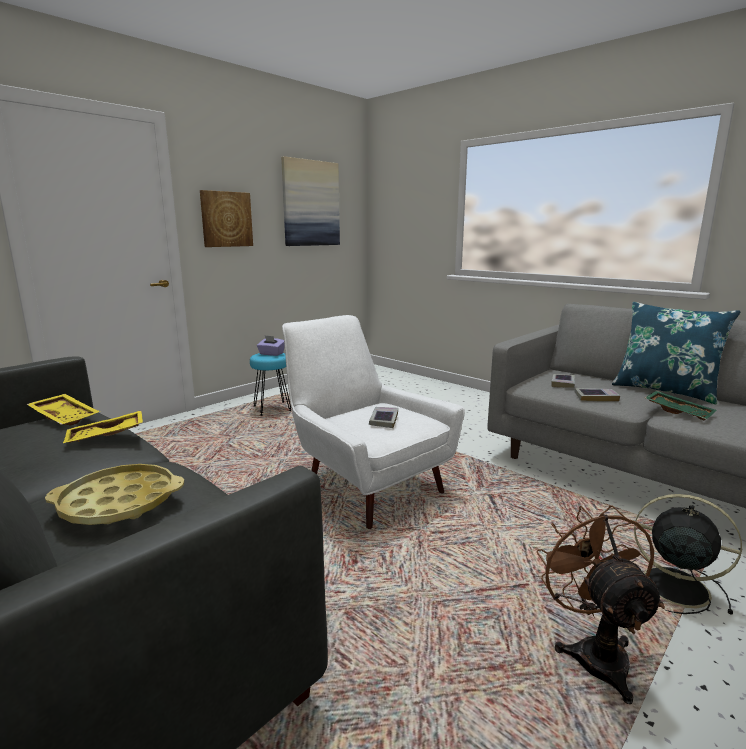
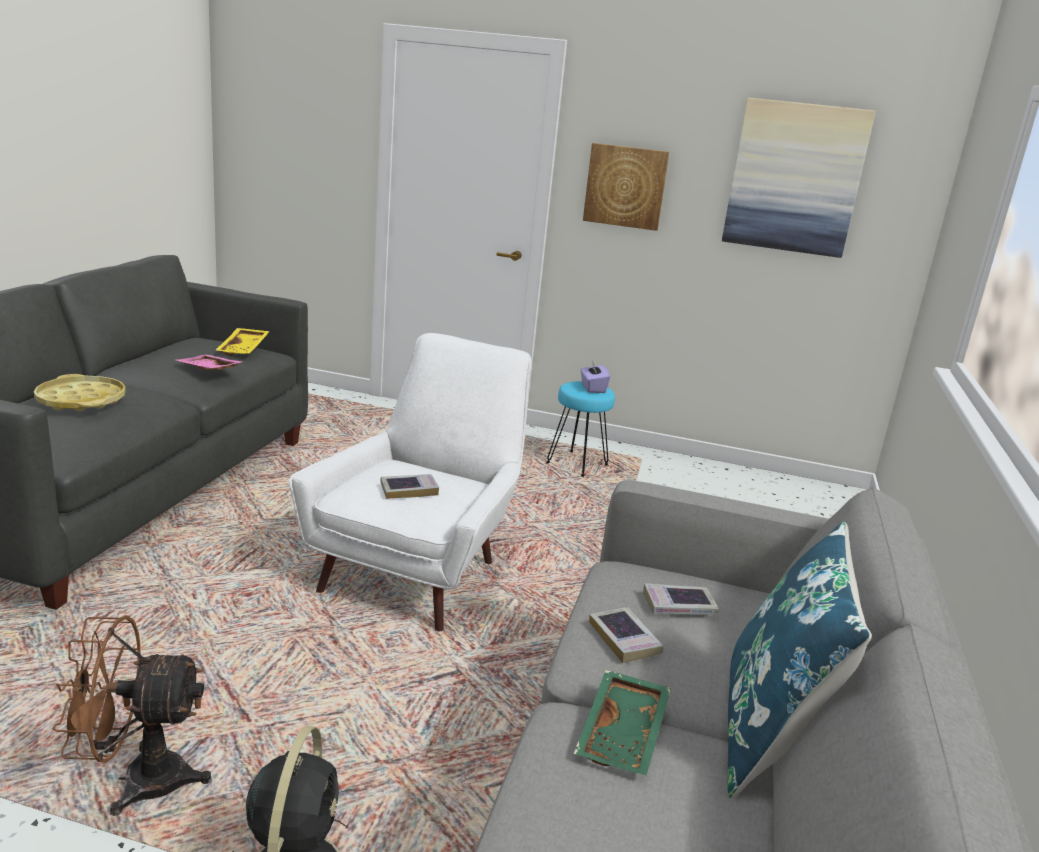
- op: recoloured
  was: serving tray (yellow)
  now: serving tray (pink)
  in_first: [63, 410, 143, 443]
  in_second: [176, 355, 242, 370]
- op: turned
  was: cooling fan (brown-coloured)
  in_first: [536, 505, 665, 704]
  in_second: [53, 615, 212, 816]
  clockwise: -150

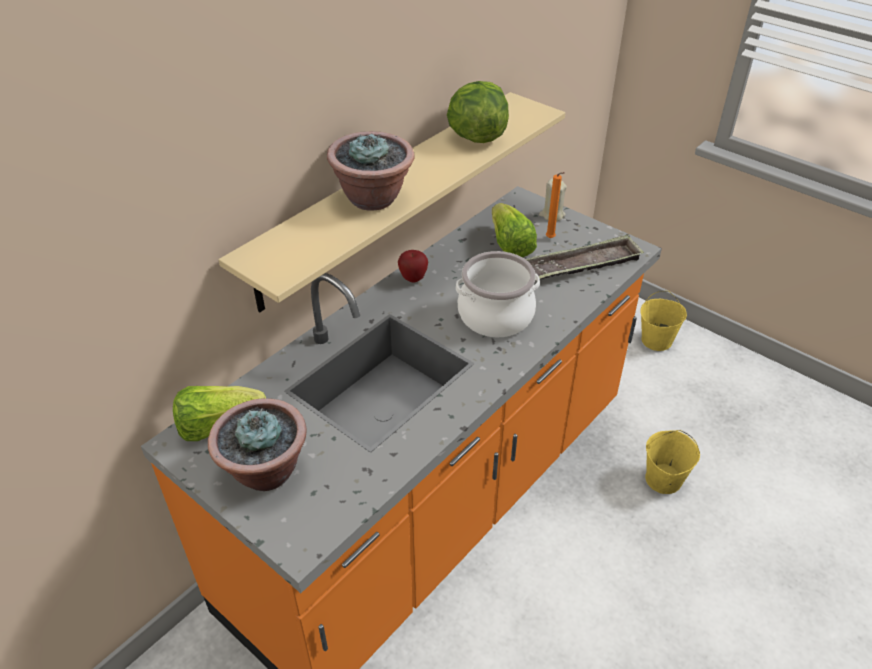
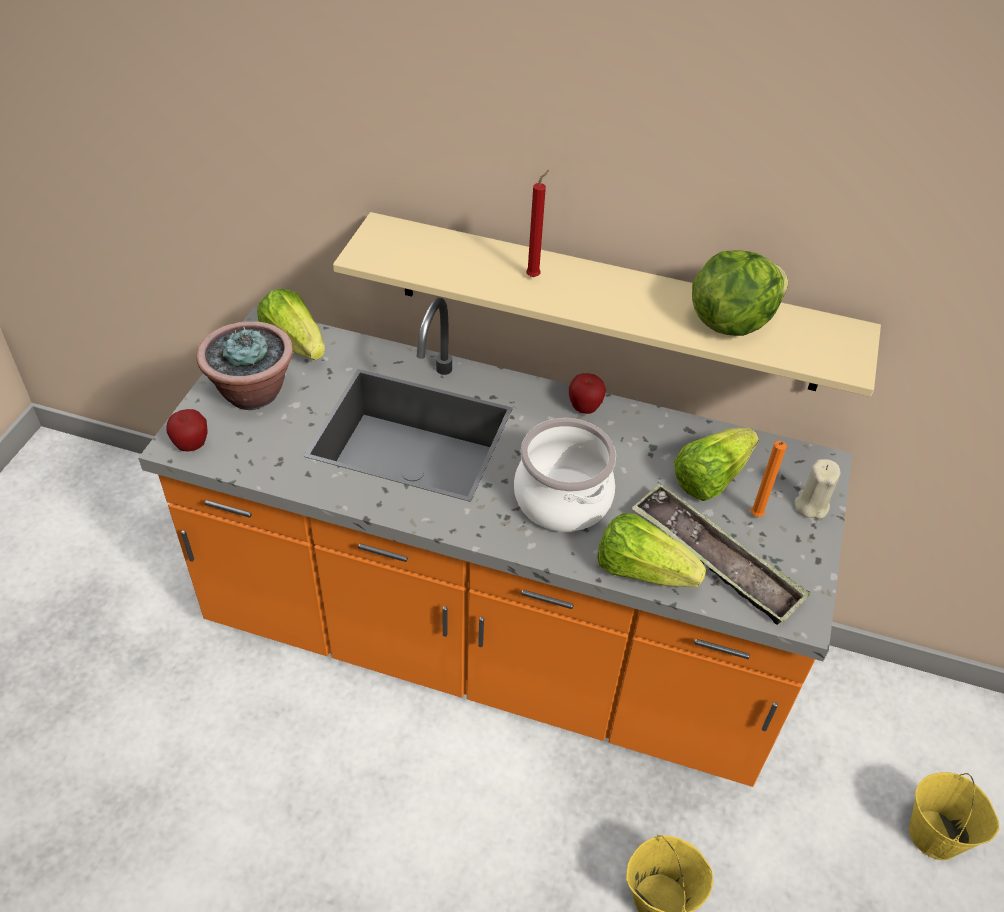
- op: replaced
  was: houseplant
  now: wax light (red-coloured)
  in_first: [327, 131, 415, 211]
  in_second: [526, 170, 549, 277]
- op: added
  now: whole apple
  in_second: [166, 409, 208, 451]
- op: added
  now: head of lettuce
  in_second: [597, 513, 706, 587]

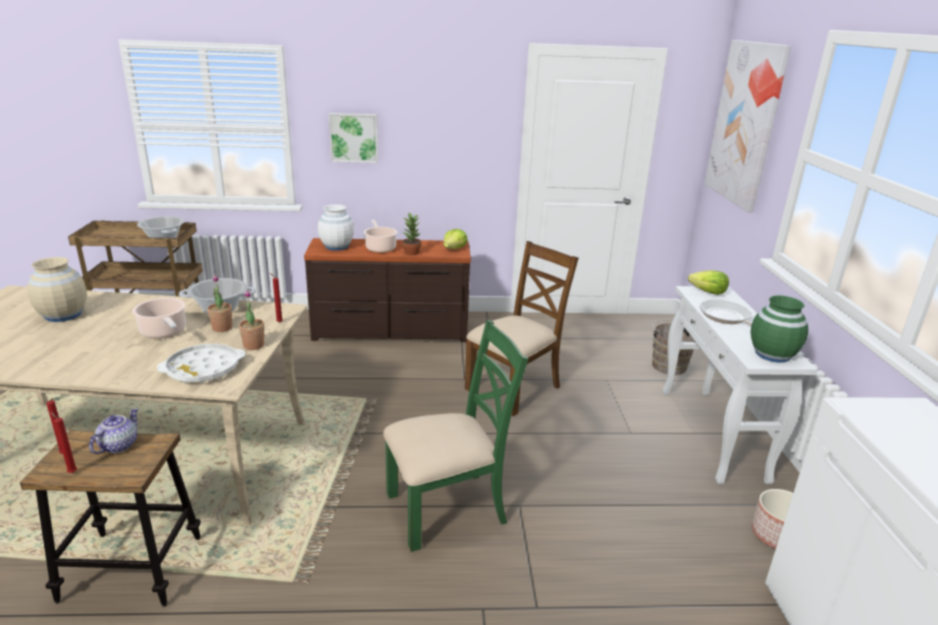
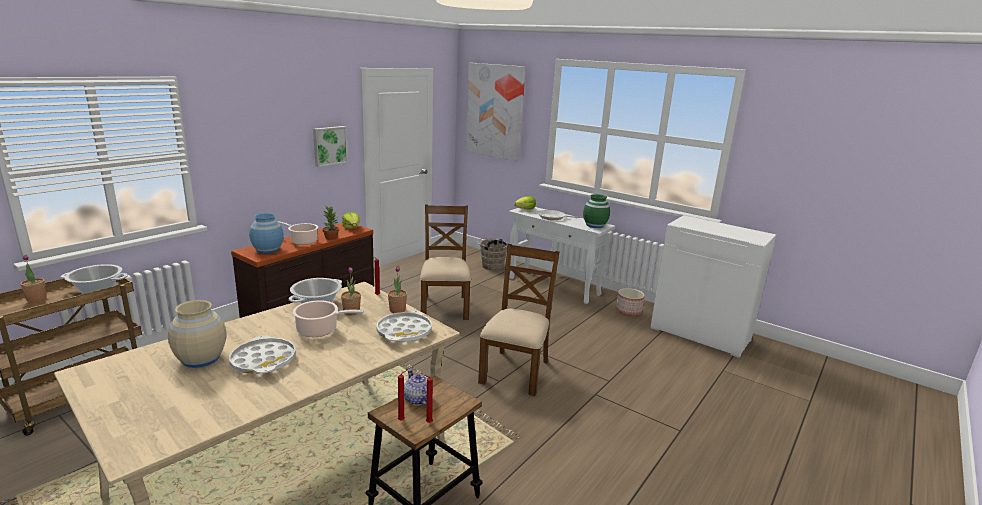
- op: moved
  was: wall art
  in_first: [329, 113, 378, 163]
  in_second: [313, 126, 348, 167]
- op: recoloured
  was: flower vase (whitish)
  now: flower vase (bluish)
  in_first: [318, 204, 354, 251]
  in_second: [249, 213, 284, 254]
- op: recoloured
  was: plain chair (greenish)
  now: plain chair (brown-coloured)
  in_first: [383, 320, 528, 552]
  in_second: [478, 244, 560, 396]
- op: added
  now: houseplant
  in_second: [20, 255, 47, 302]
- op: added
  now: serving tray (whitish)
  in_second: [229, 336, 296, 374]

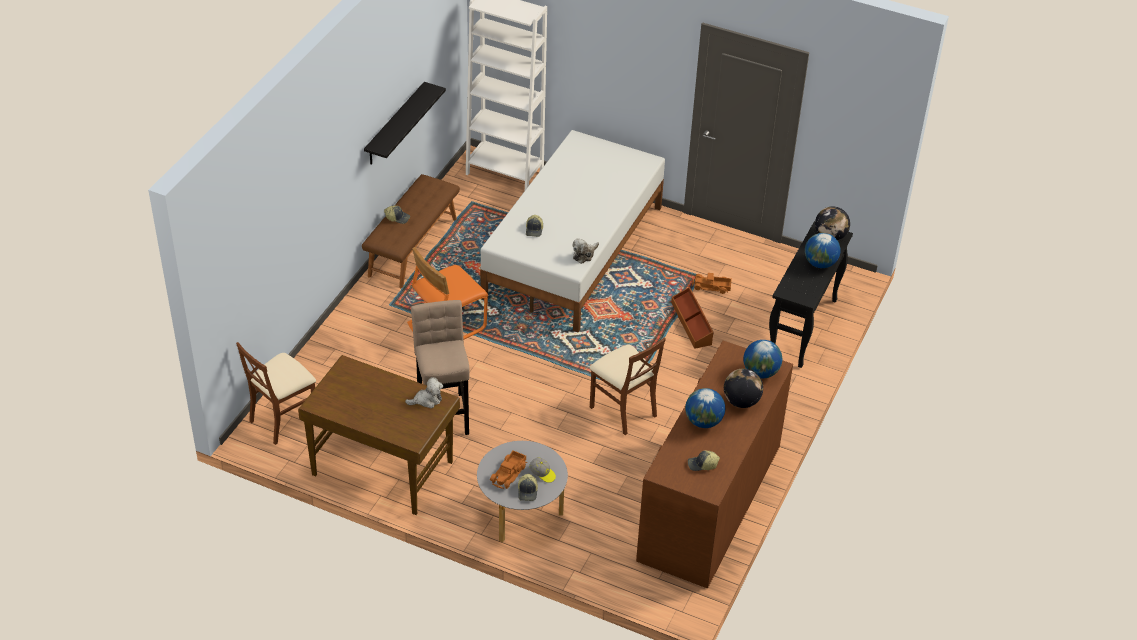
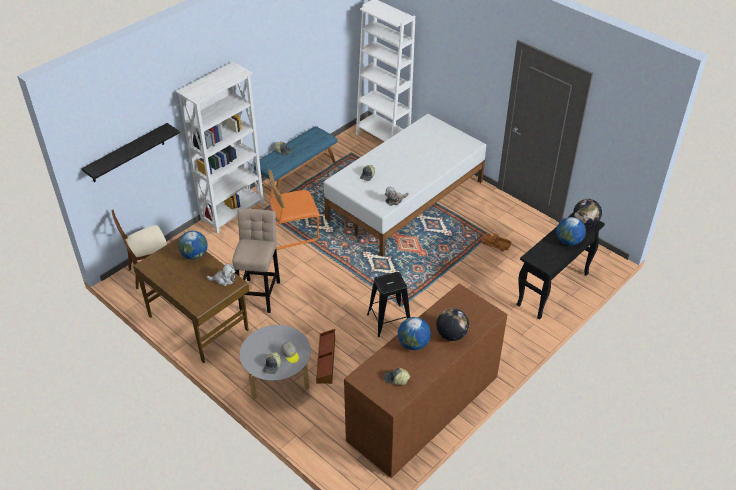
- op: moved
  was: wall shelf (black)
  in_first: [364, 82, 446, 165]
  in_second: [81, 123, 180, 182]
- op: recoloured
  was: long seat (brown-coloured)
  now: long seat (bluish)
  in_first: [362, 174, 460, 288]
  in_second: [254, 126, 337, 193]
- op: moved
  was: storage box (brown-coloured)
  in_first: [671, 287, 714, 349]
  in_second: [316, 329, 335, 384]
- op: replaced
  was: plain chair (brown-coloured)
  now: sitting stool (black)
  in_first: [590, 337, 666, 435]
  in_second: [367, 272, 410, 337]
- op: moved
  was: globe
  in_first: [743, 340, 782, 378]
  in_second: [178, 231, 208, 260]
- op: removed
  was: toy lorry
  in_first: [490, 450, 527, 489]
- op: added
  now: shelving unit (whitish)
  in_second: [176, 62, 264, 234]

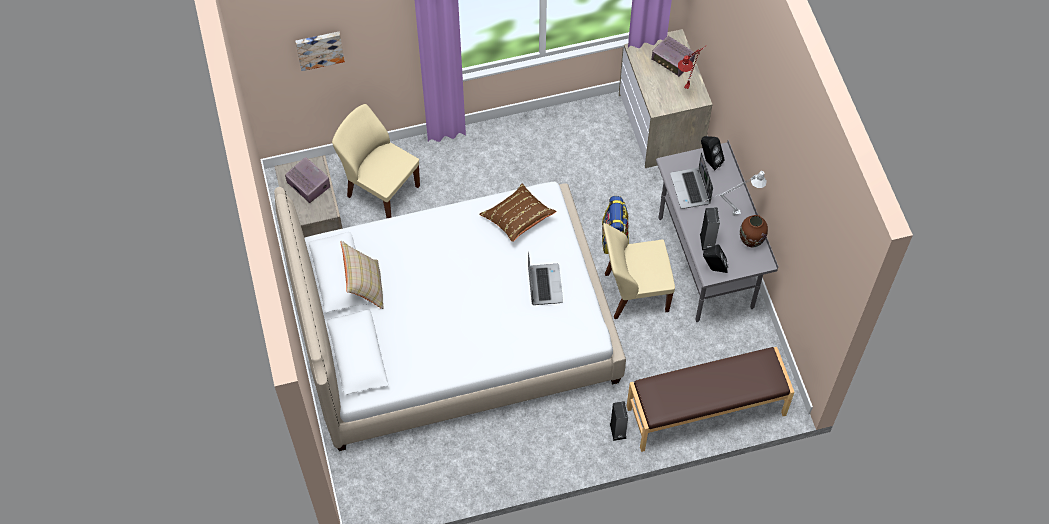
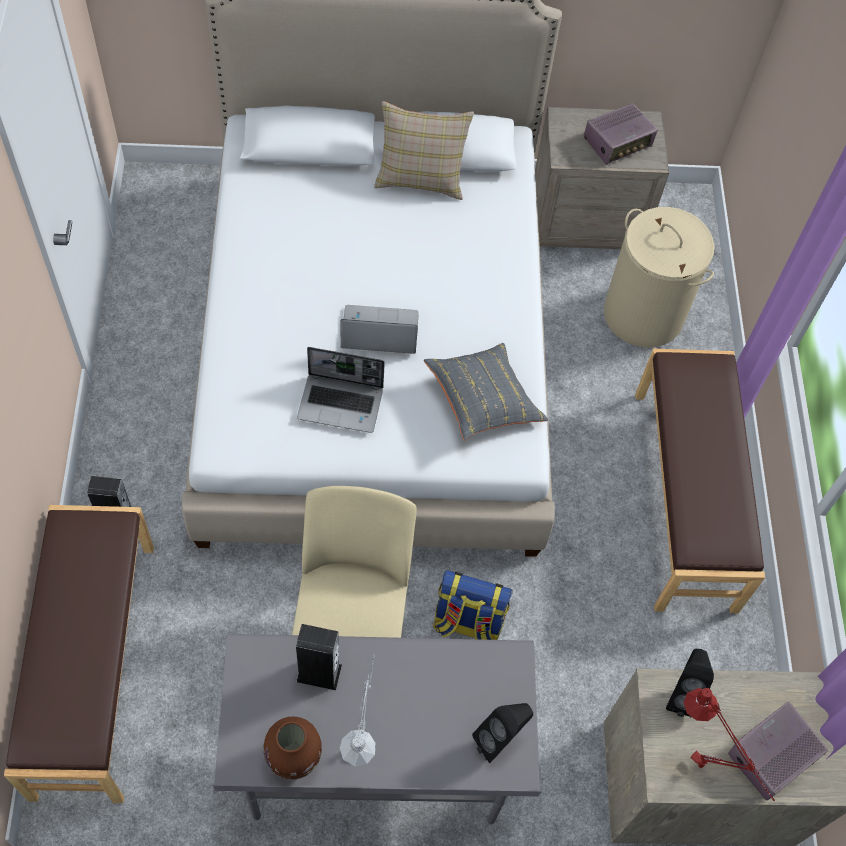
- op: removed
  was: wall art
  in_first: [295, 32, 345, 71]
- op: replaced
  was: plain chair (beige)
  now: washing basket (beige)
  in_first: [332, 104, 420, 218]
  in_second: [604, 207, 715, 347]
- op: moved
  was: portable computer
  in_first: [670, 152, 713, 209]
  in_second: [340, 305, 419, 354]
- op: recoloured
  was: throw pillow (brown-coloured)
  now: throw pillow (greyish)
  in_first: [479, 183, 557, 242]
  in_second: [423, 343, 548, 441]
- op: moved
  was: audio speaker (black)
  in_first: [703, 244, 728, 273]
  in_second: [666, 649, 714, 717]
- op: added
  now: long seat (brown-coloured)
  in_second: [635, 349, 765, 613]

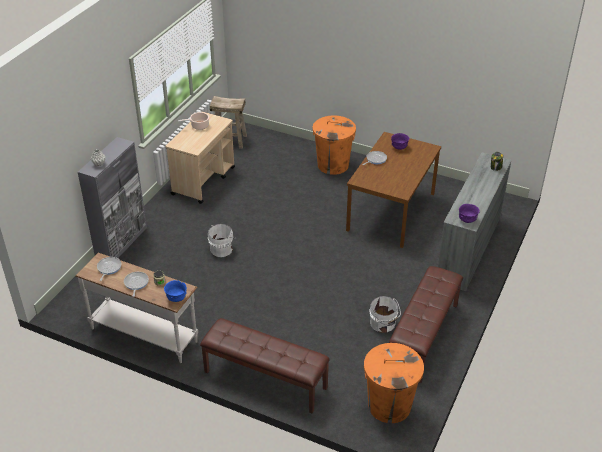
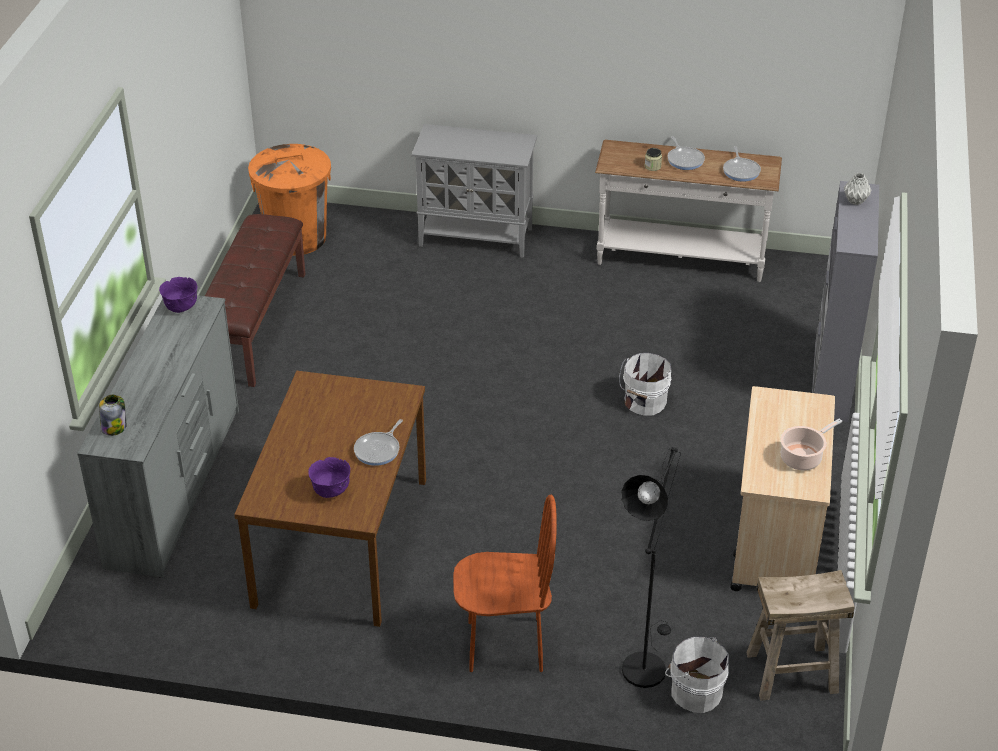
- op: replaced
  was: waste bin (orange-coloured)
  now: plain chair (brown-coloured)
  in_first: [313, 115, 356, 175]
  in_second: [453, 495, 557, 672]
- op: removed
  was: deep dish (bluish)
  in_first: [164, 280, 187, 302]
- op: moved
  was: water bucket (whitish)
  in_first: [369, 296, 401, 333]
  in_second: [665, 637, 729, 713]
- op: replaced
  was: long seat (brown-coloured)
  now: cabinet (greyish)
  in_first: [200, 318, 330, 414]
  in_second: [412, 124, 537, 258]
- op: added
  now: floor lamp (black)
  in_second: [621, 447, 681, 688]

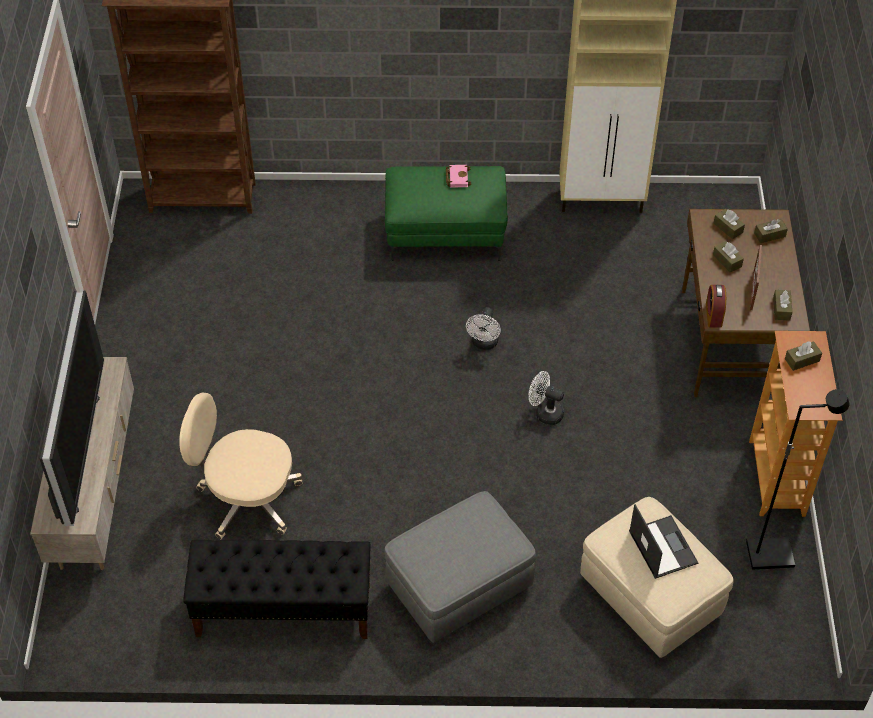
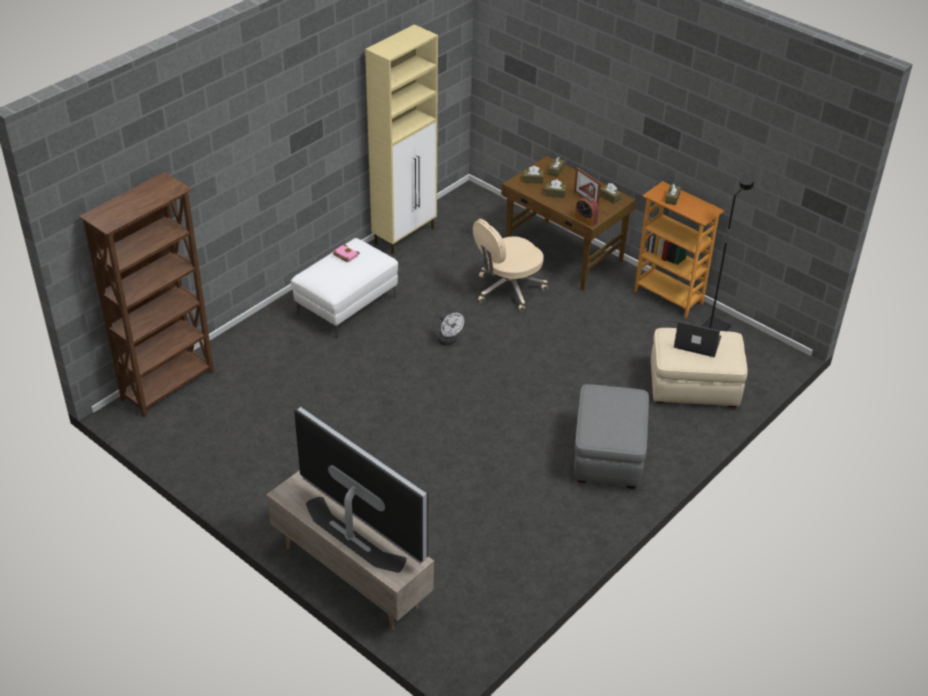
- op: recoloured
  was: pouffe (greenish)
  now: pouffe (whitish)
  in_first: [385, 166, 508, 261]
  in_second: [291, 238, 398, 339]
- op: removed
  was: cooling fan (whitish)
  in_first: [529, 371, 564, 425]
- op: moved
  was: desk chair (beige)
  in_first: [179, 393, 303, 539]
  in_second: [473, 219, 548, 311]
- op: removed
  was: long seat (black)
  in_first: [183, 540, 371, 639]

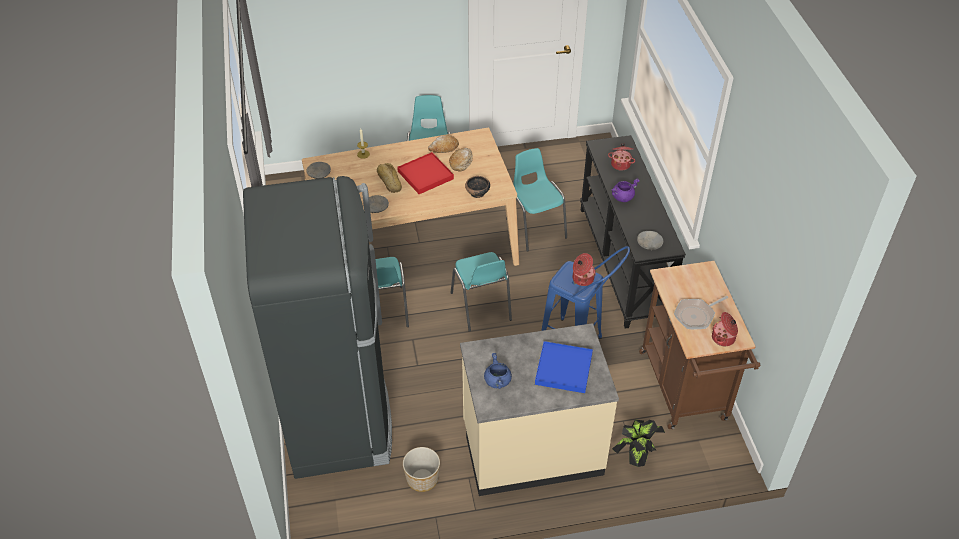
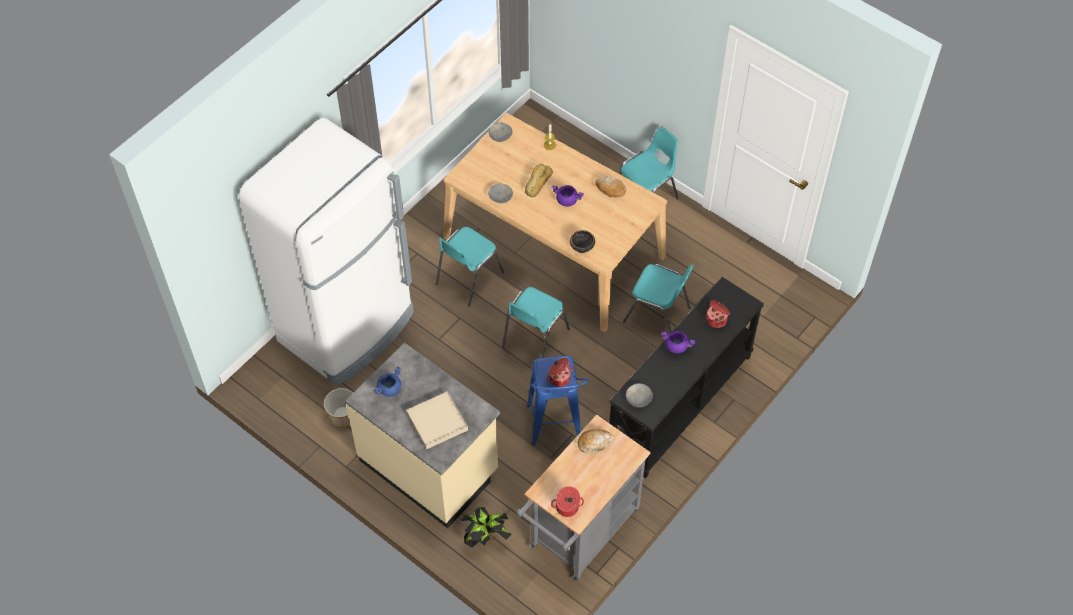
- op: moved
  was: baked bread
  in_first: [449, 148, 473, 172]
  in_second: [577, 429, 614, 454]
- op: turned
  was: plain chair (turquoise-coloured)
  in_first: [506, 148, 567, 252]
  in_second: [623, 264, 694, 333]
  clockwise: 90
- op: replaced
  was: serving tray (red-coloured)
  now: saucepot (purple)
  in_first: [397, 152, 454, 194]
  in_second: [552, 185, 584, 206]
- op: recoloured
  was: kitchen fridge (black)
  now: kitchen fridge (whitish)
  in_first: [243, 176, 392, 479]
  in_second: [239, 118, 414, 386]
- op: recoloured
  was: trolley (brown-coloured)
  now: trolley (greyish)
  in_first: [639, 261, 760, 429]
  in_second: [517, 415, 651, 581]
- op: removed
  was: skillet
  in_first: [674, 296, 728, 329]
- op: recoloured
  was: serving tray (bluish)
  now: serving tray (beige)
  in_first: [535, 341, 593, 393]
  in_second: [406, 391, 468, 449]

